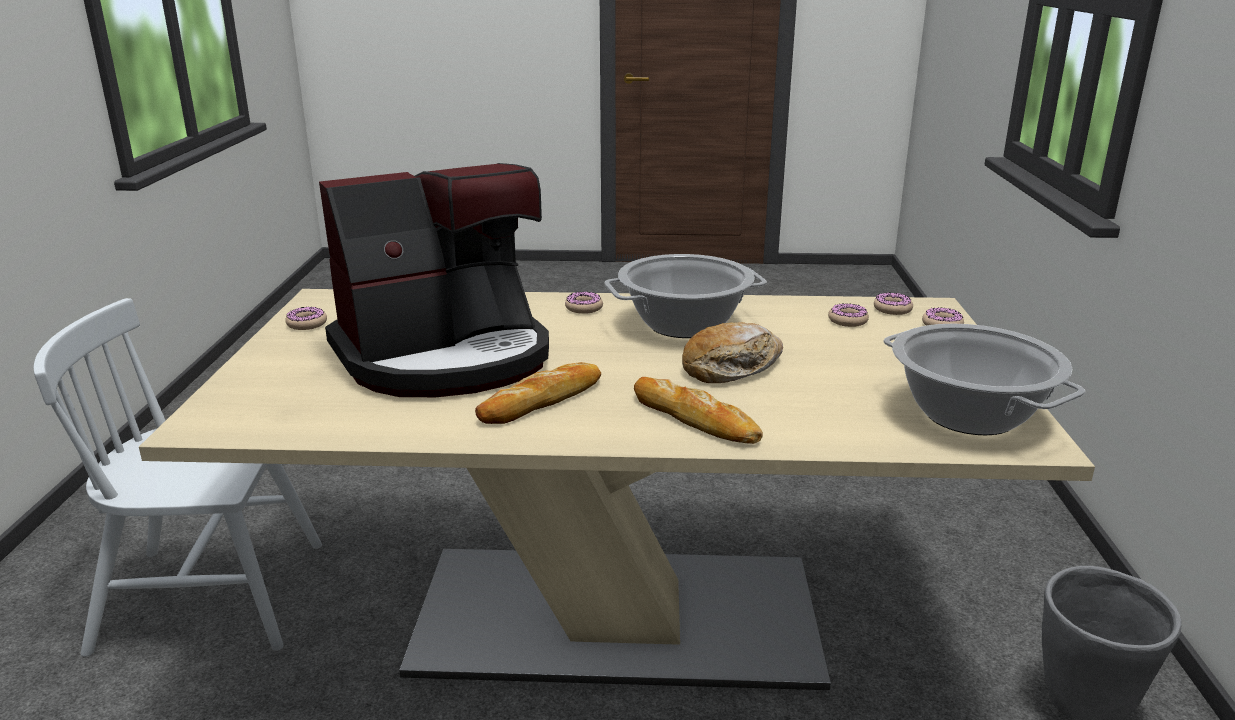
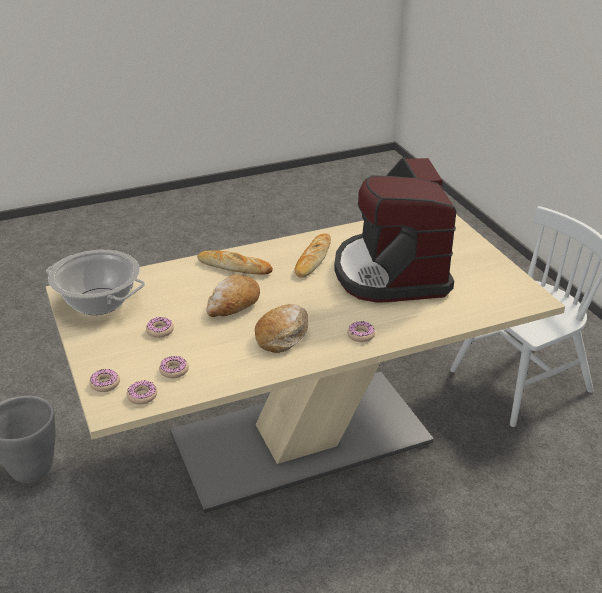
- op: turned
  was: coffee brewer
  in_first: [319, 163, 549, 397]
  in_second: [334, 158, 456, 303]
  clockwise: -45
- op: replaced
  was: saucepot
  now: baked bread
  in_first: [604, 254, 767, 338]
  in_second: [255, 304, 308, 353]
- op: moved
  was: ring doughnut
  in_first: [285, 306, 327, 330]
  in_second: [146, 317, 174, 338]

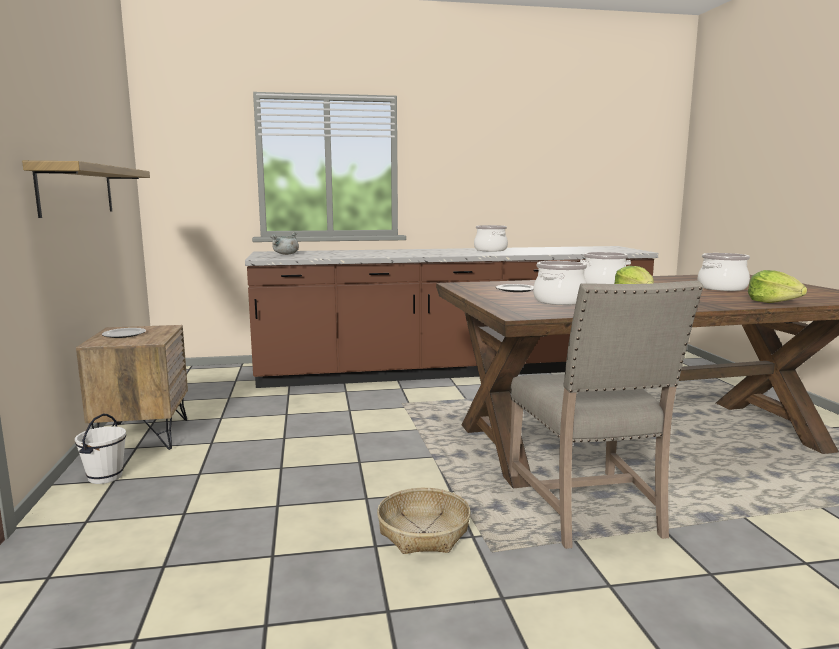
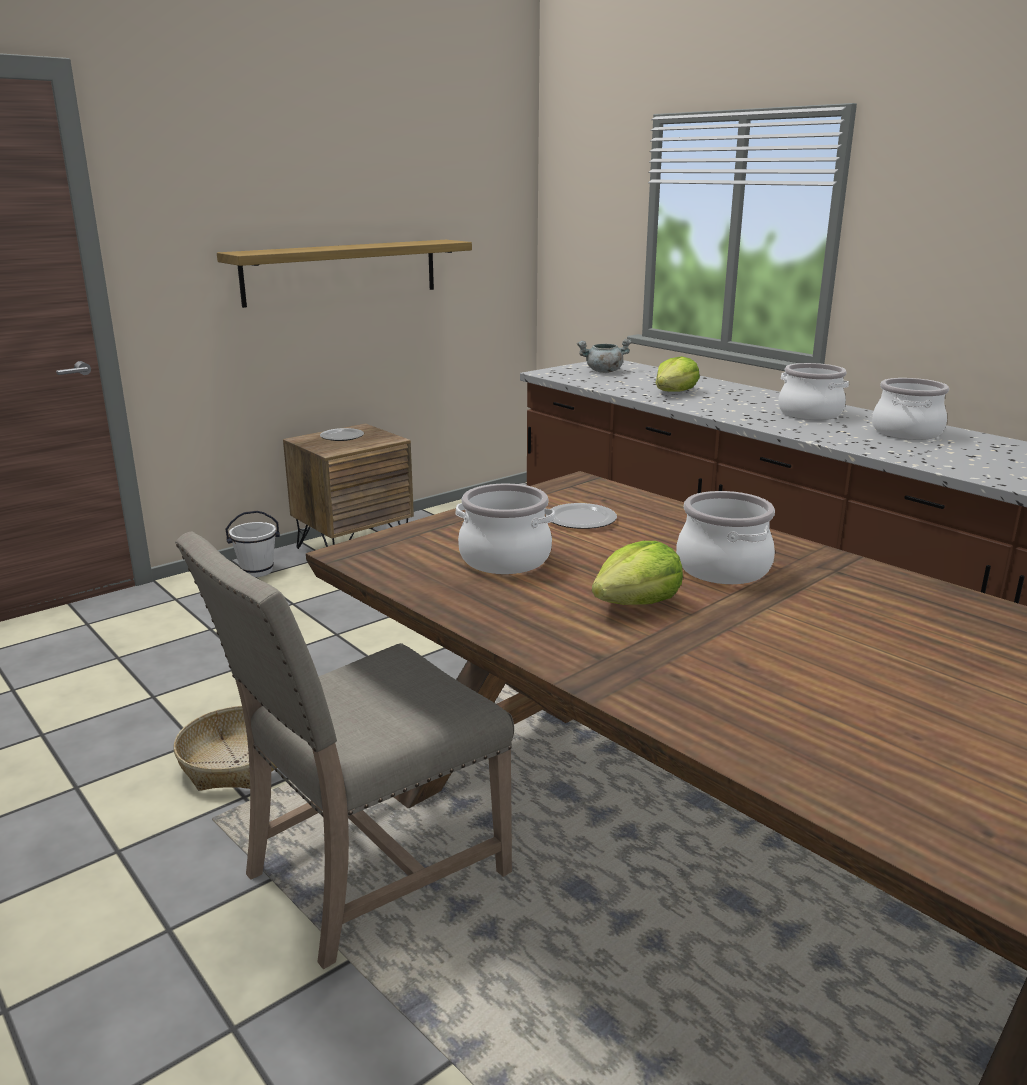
- op: moved
  was: saucepot
  in_first: [698, 253, 750, 291]
  in_second: [778, 363, 849, 420]
- op: moved
  was: head of lettuce
  in_first: [748, 270, 807, 303]
  in_second: [656, 356, 700, 392]

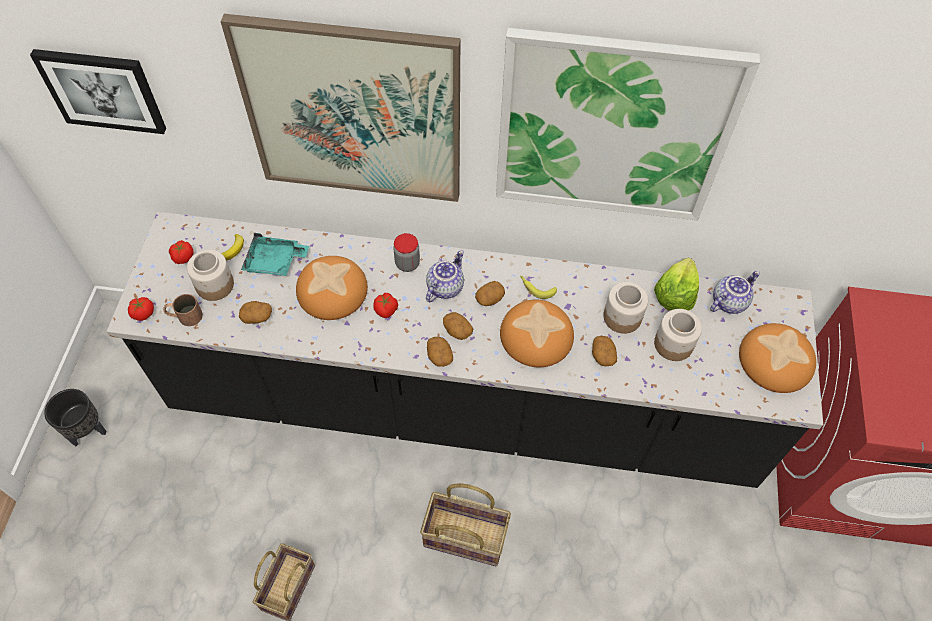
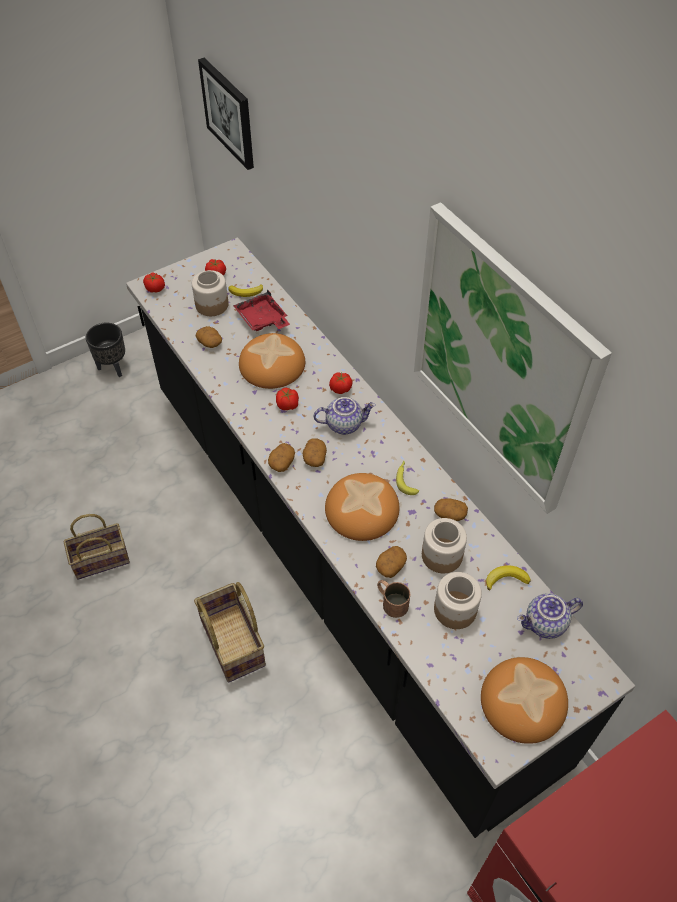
- op: removed
  was: wall art
  in_first: [220, 14, 460, 202]
- op: recoloured
  was: serving tray (turquoise-coloured)
  now: serving tray (red-coloured)
  in_first: [241, 233, 309, 276]
  in_second: [233, 289, 290, 331]
- op: replaced
  was: storage jar
  now: tomato
  in_first: [393, 233, 420, 272]
  in_second: [329, 372, 353, 394]
- op: replaced
  was: head of lettuce
  now: banana
  in_first: [654, 258, 699, 311]
  in_second: [486, 565, 531, 591]
- op: turned
  was: pot for tea
  in_first: [710, 271, 760, 314]
  in_second: [517, 593, 583, 639]
  clockwise: 150
- op: moved
  was: spud
  in_first: [475, 281, 505, 306]
  in_second: [434, 498, 468, 521]
- op: moved
  was: tea mug (brown-coloured)
  in_first: [163, 294, 203, 326]
  in_second: [377, 580, 411, 618]

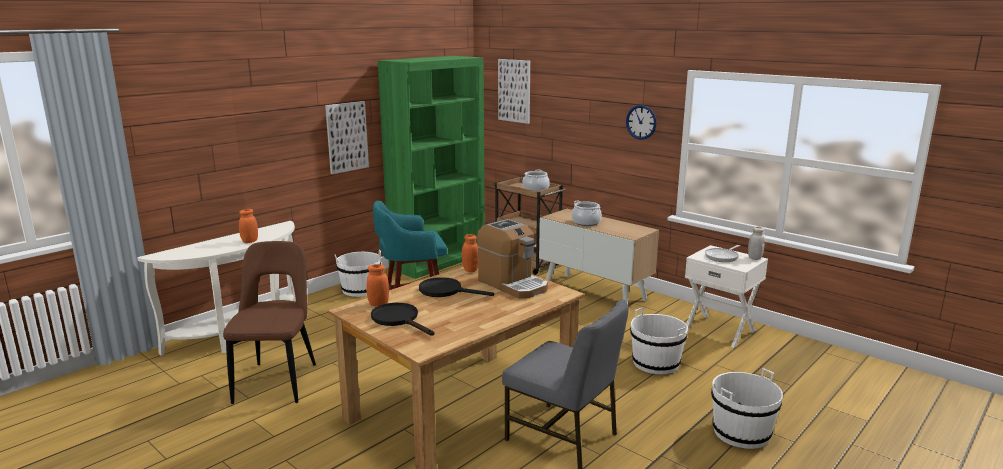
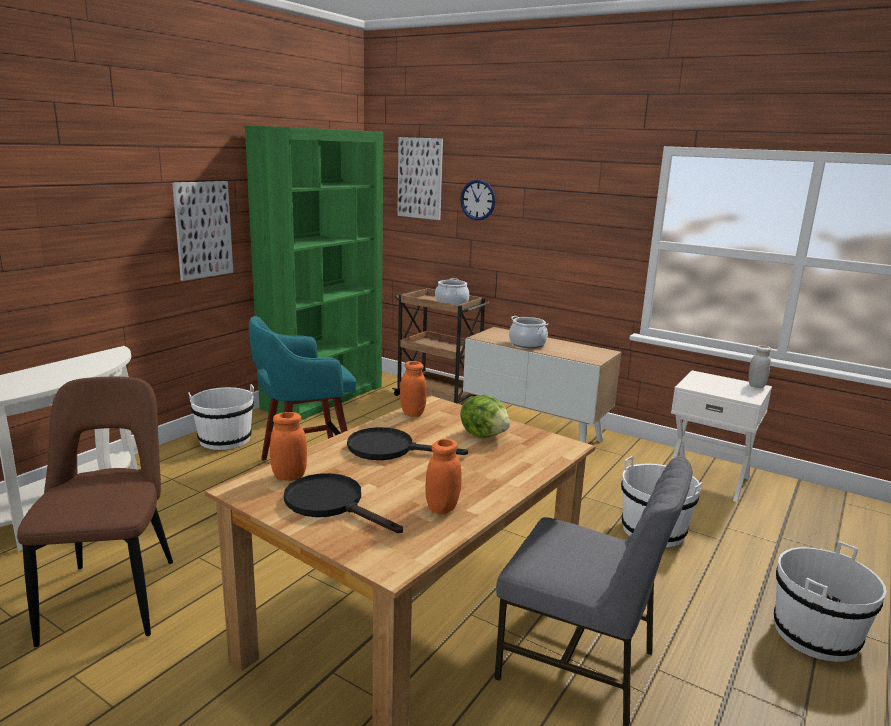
- op: moved
  was: wall clock
  in_first: [626, 105, 657, 140]
  in_second: [460, 180, 495, 221]
- op: moved
  was: storage jar (orange-coloured)
  in_first: [239, 209, 258, 243]
  in_second: [425, 438, 462, 515]
- op: replaced
  was: coffee brewer
  now: head of lettuce
  in_first: [477, 219, 548, 299]
  in_second: [460, 395, 510, 438]
- op: removed
  was: skillet
  in_first: [705, 245, 740, 262]

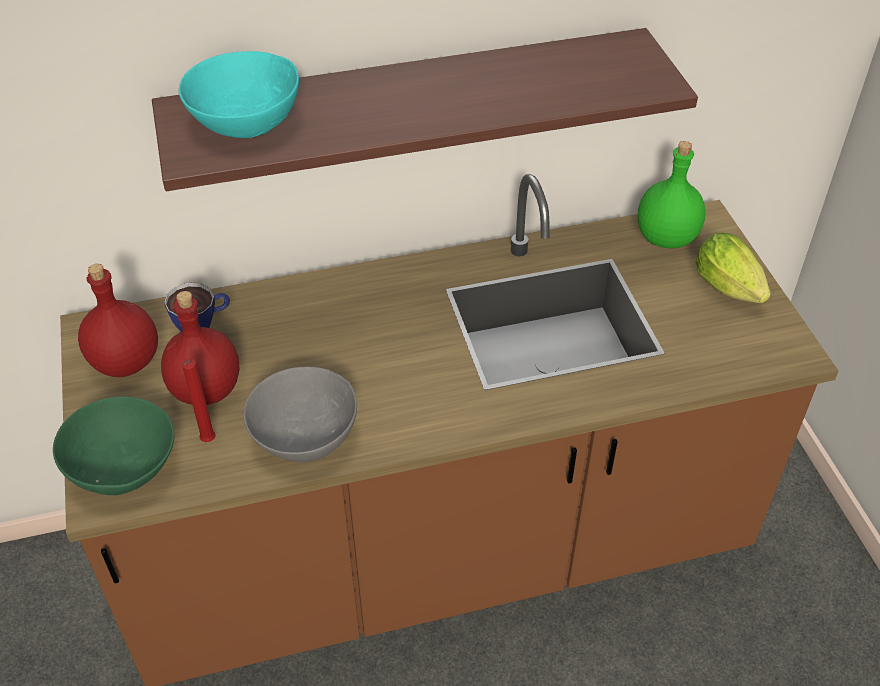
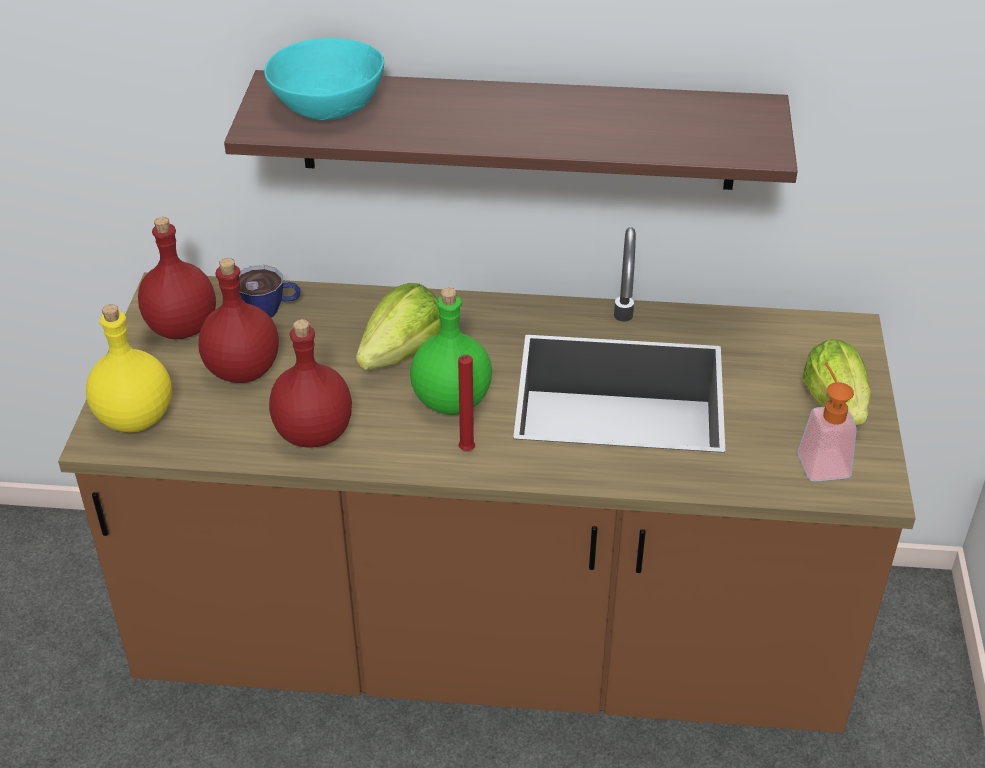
- op: moved
  was: beverage bottle (greenish)
  in_first: [638, 141, 705, 249]
  in_second: [410, 288, 492, 415]
- op: moved
  was: wax light (red-coloured)
  in_first: [182, 358, 215, 442]
  in_second: [458, 355, 475, 451]
- op: replaced
  was: deep dish (greyish)
  now: beverage bottle (red-coloured)
  in_first: [243, 367, 357, 462]
  in_second: [269, 319, 352, 448]
- op: replaced
  was: deep dish (greenish)
  now: beverage bottle (yellow)
  in_first: [53, 396, 174, 495]
  in_second: [86, 304, 172, 433]
- op: added
  now: head of lettuce
  in_second: [356, 283, 441, 370]
- op: added
  now: liquid soap bottle
  in_second: [798, 363, 857, 482]

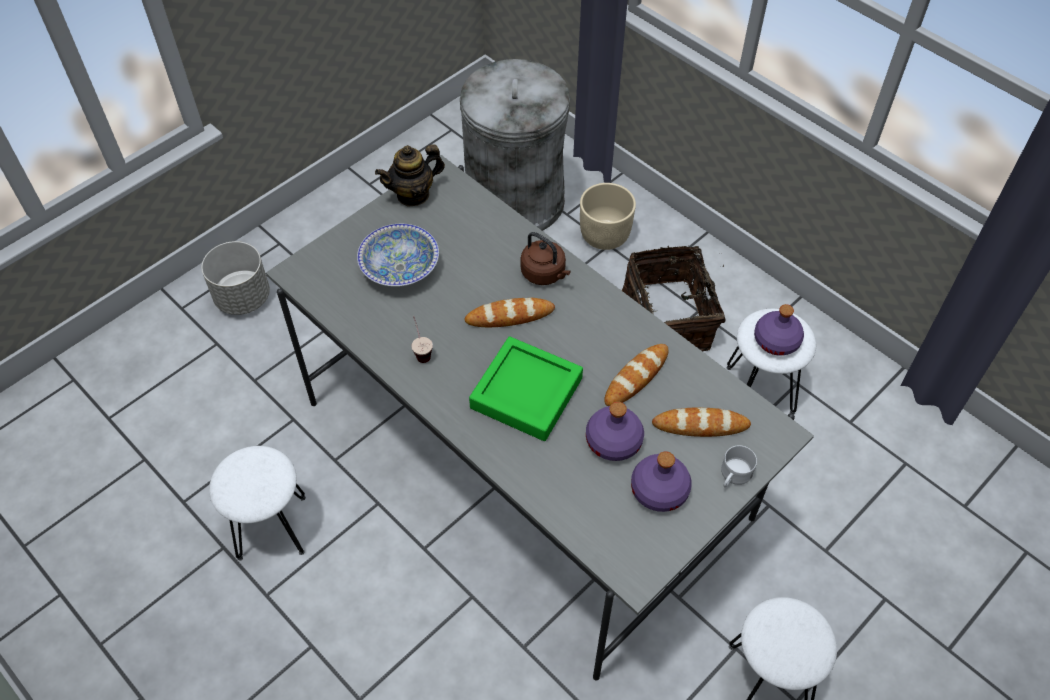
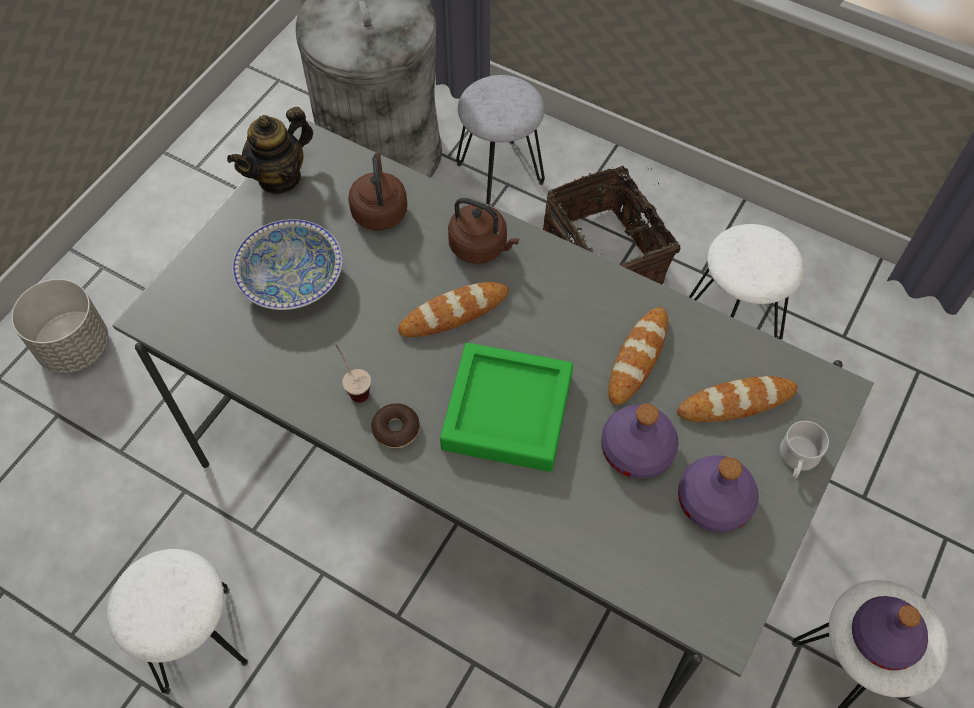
- op: replaced
  was: planter (beige)
  now: sitting stool (greyish)
  in_first: [580, 183, 636, 250]
  in_second: [456, 75, 545, 205]
- op: moved
  was: beverage bottle (purple)
  in_first: [754, 304, 804, 356]
  in_second: [852, 596, 928, 670]
- op: added
  now: kettle (brown-coloured)
  in_second: [348, 153, 407, 230]
- op: added
  now: ring doughnut
  in_second: [371, 403, 420, 449]

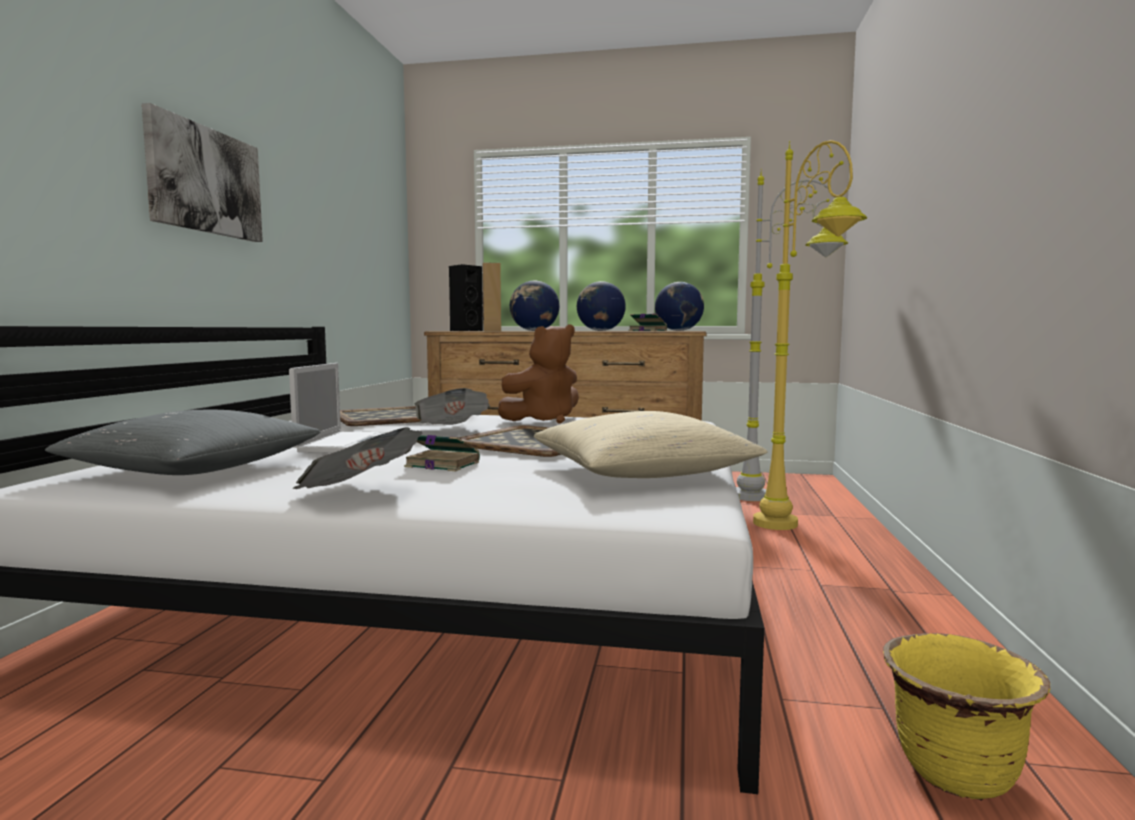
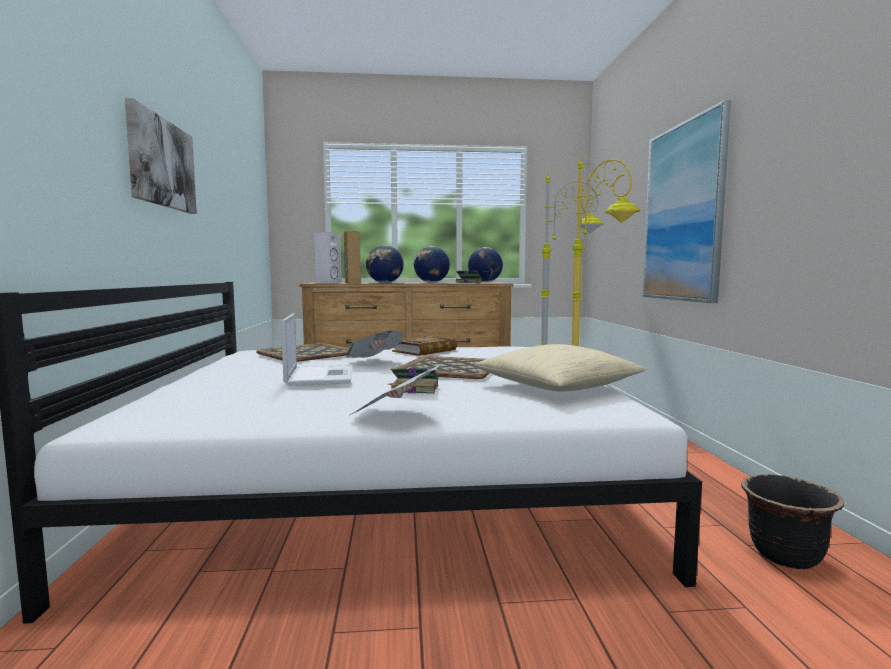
- op: recoloured
  was: audio speaker (black)
  now: audio speaker (whitish)
  in_first: [449, 264, 483, 331]
  in_second: [314, 232, 341, 283]
- op: replaced
  was: plush toy (brown-coloured)
  now: volume
  in_first: [498, 324, 579, 423]
  in_second: [392, 336, 457, 356]
- op: removed
  was: throw pillow (greyish)
  in_first: [45, 410, 321, 475]
- op: recoloured
  was: planter (yellow)
  now: planter (black)
  in_first: [883, 633, 1050, 801]
  in_second: [741, 475, 844, 569]
- op: added
  now: wall art
  in_second: [642, 100, 731, 303]

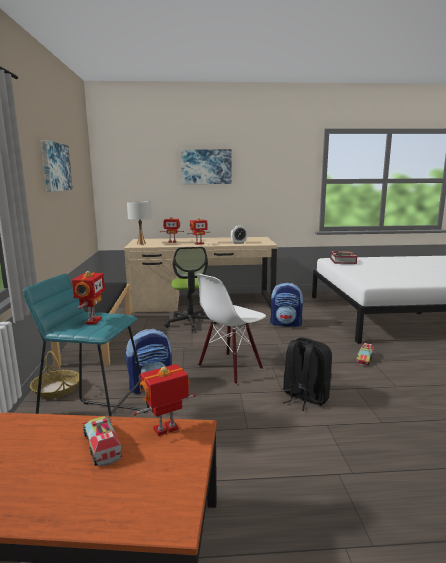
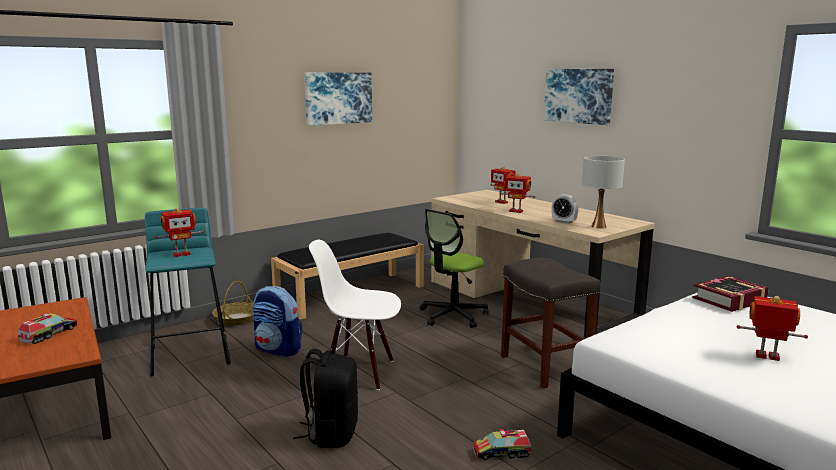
- op: moved
  was: lamp for a table (whitish)
  in_first: [127, 201, 152, 245]
  in_second: [582, 156, 625, 229]
- op: replaced
  was: backpack
  now: sitting stool (greyish)
  in_first: [270, 283, 304, 327]
  in_second: [501, 258, 601, 389]
- op: moved
  was: toy robot
  in_first: [133, 364, 196, 436]
  in_second: [737, 296, 808, 361]

